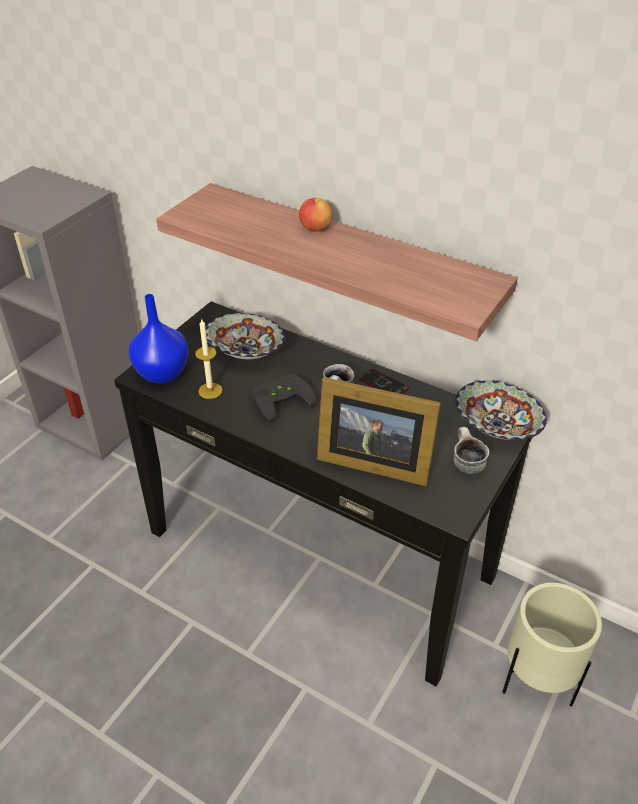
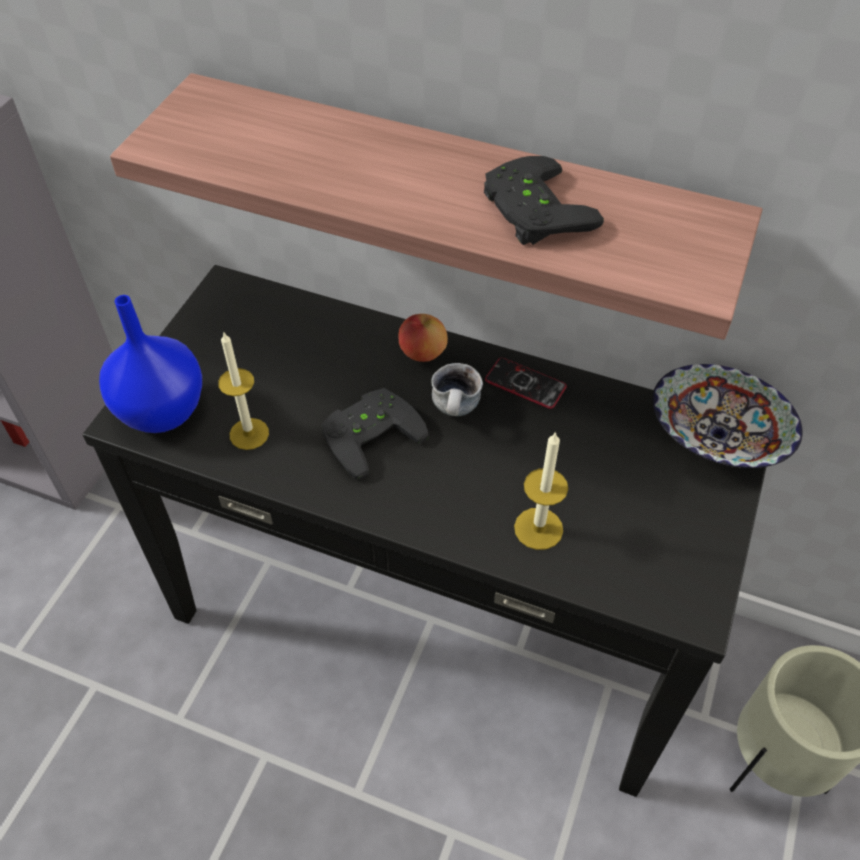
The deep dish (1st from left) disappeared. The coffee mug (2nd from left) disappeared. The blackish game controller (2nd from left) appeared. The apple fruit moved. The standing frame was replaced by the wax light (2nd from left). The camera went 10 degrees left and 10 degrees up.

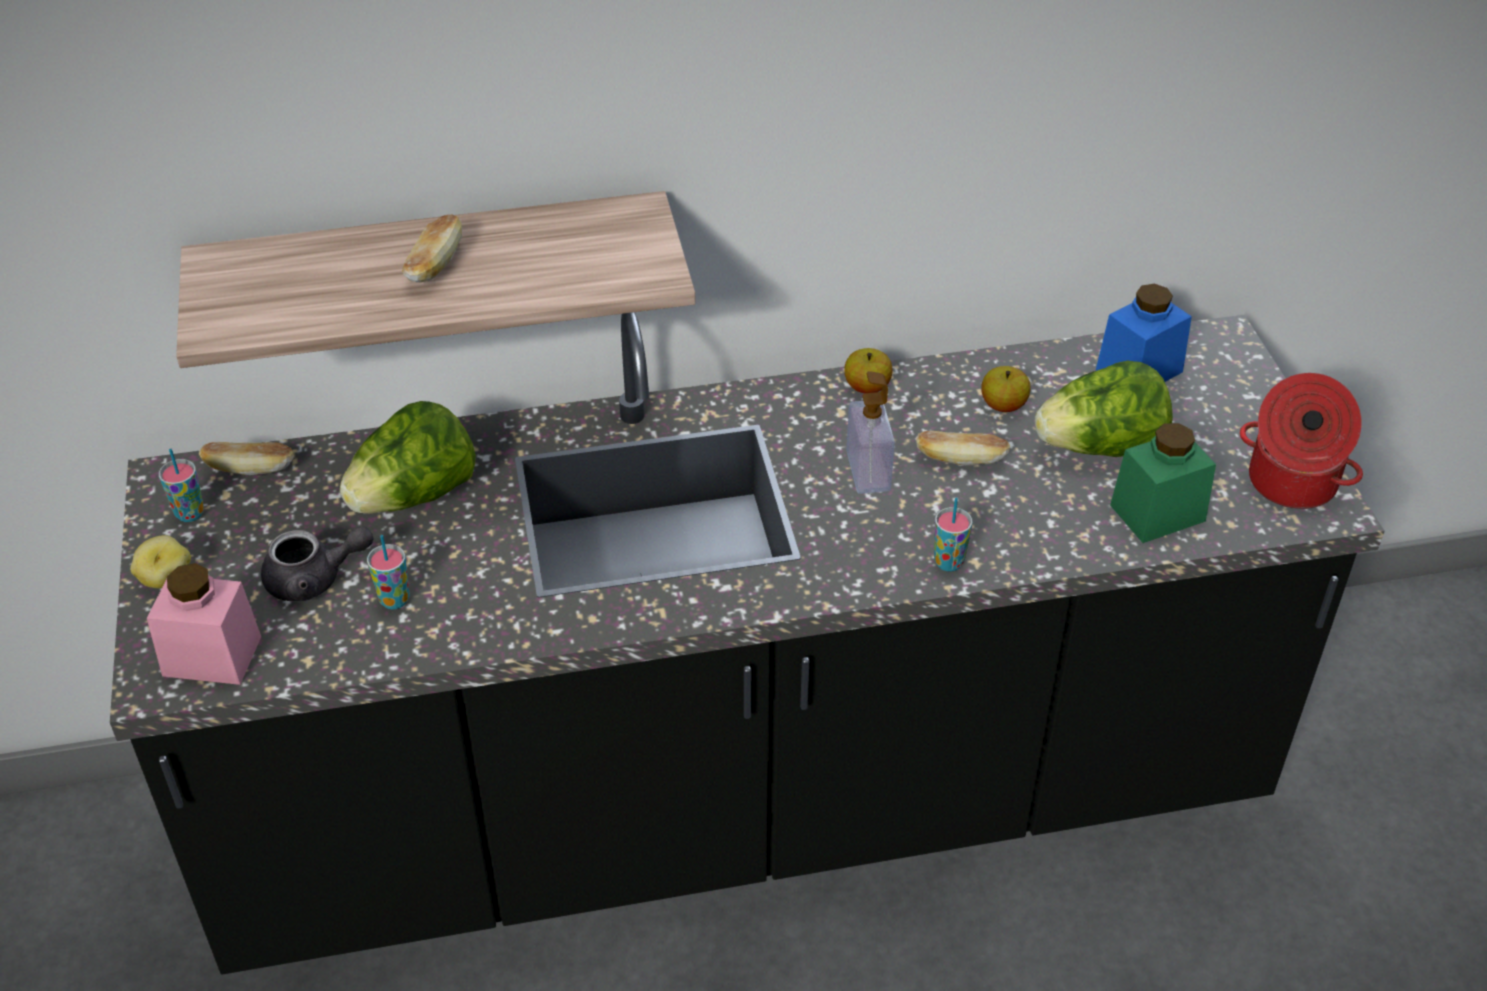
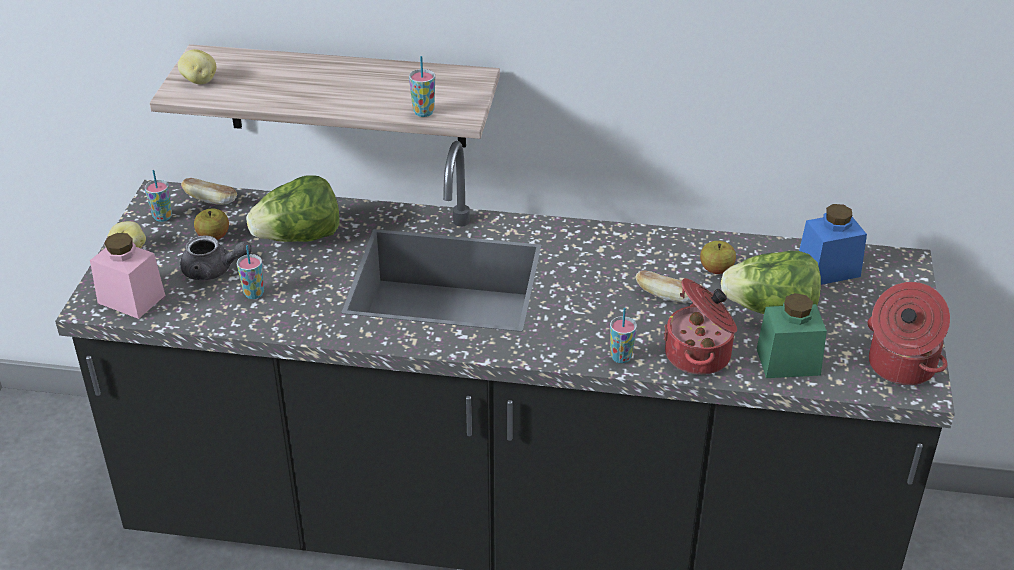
The bread (2nd from left) disappeared. The soap bottle disappeared. The whole potato (2nd from left) appeared. The drinking cup (3rd from left) appeared. The saucepot (1st from left) appeared. The apple fruit (1st from left) moved. The camera went 20 degrees right and 5 degrees down.

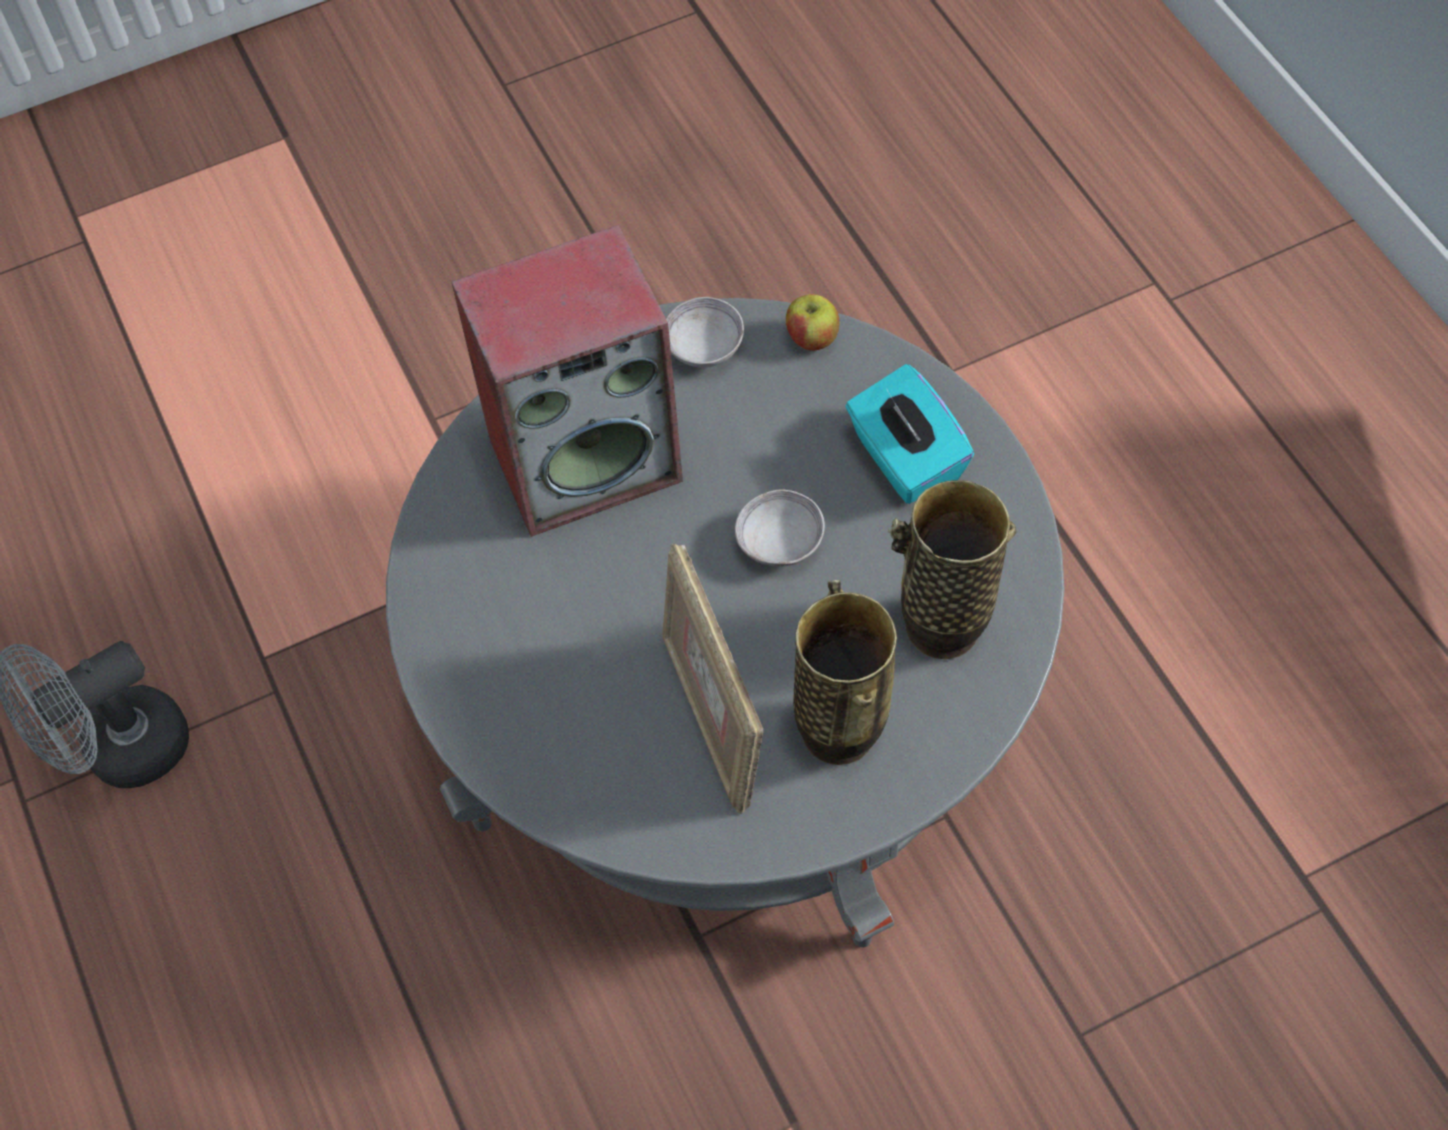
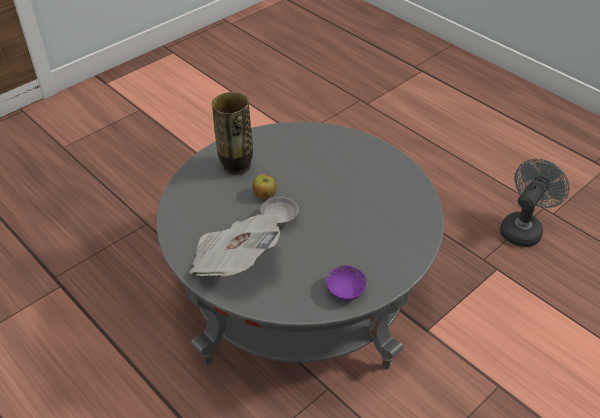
The speaker disappeared. The standing frame disappeared. The vase (2nd from left) disappeared. The apple fruit moved. The turquoise-coloured tissue holder was replaced by the newspaper. The grey deep dish (1st from left) became the purplish deep dish. The camera went 160 degrees right and 15 degrees down.

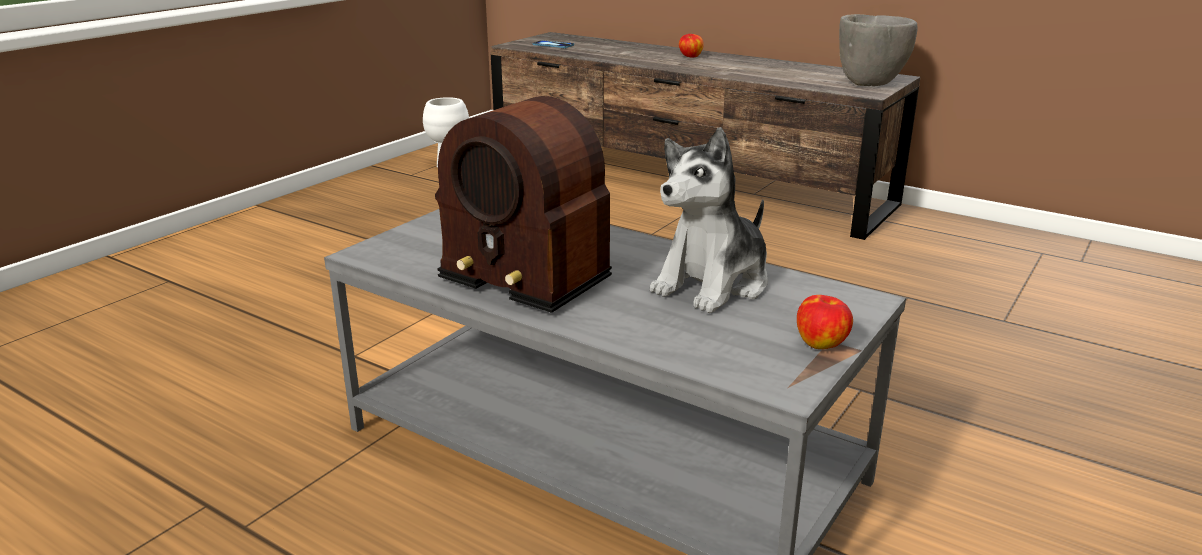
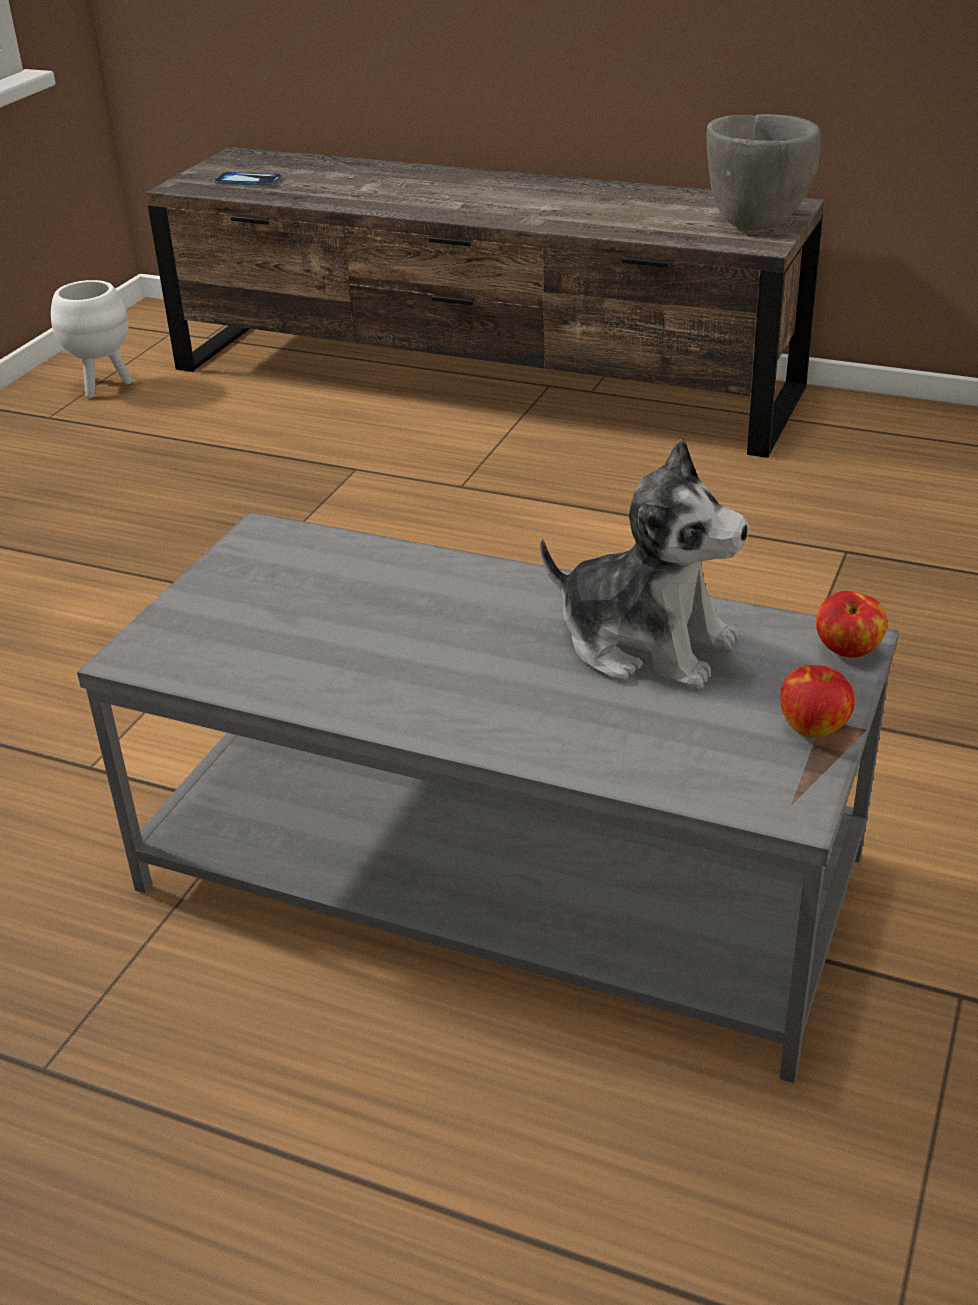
The radio receiver disappeared. The apple fruit (1st from left in the first image) moved. The soft toy turned 90 degrees counterclockwise. The camera went 10 degrees left and 10 degrees up.

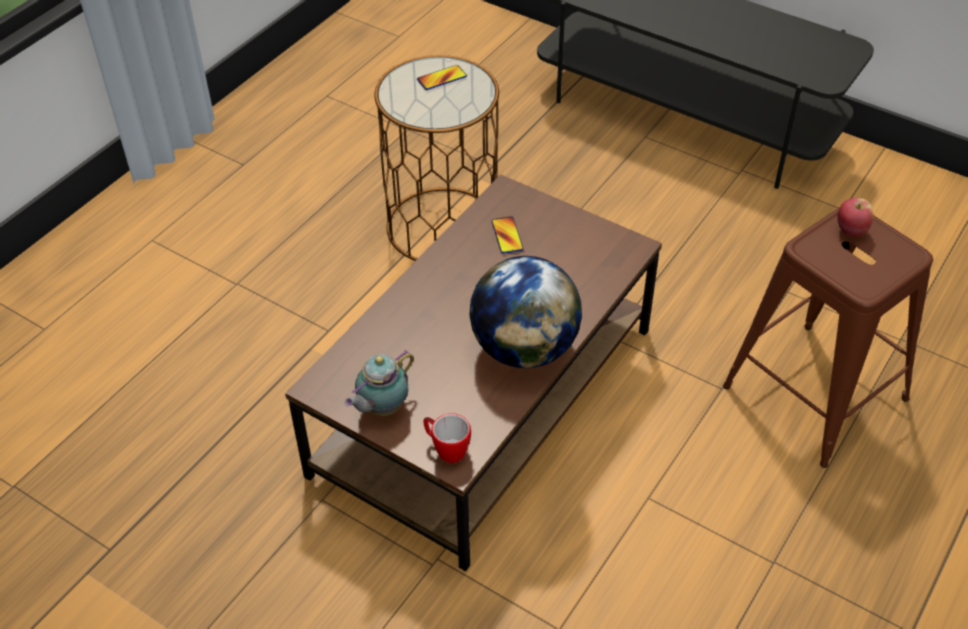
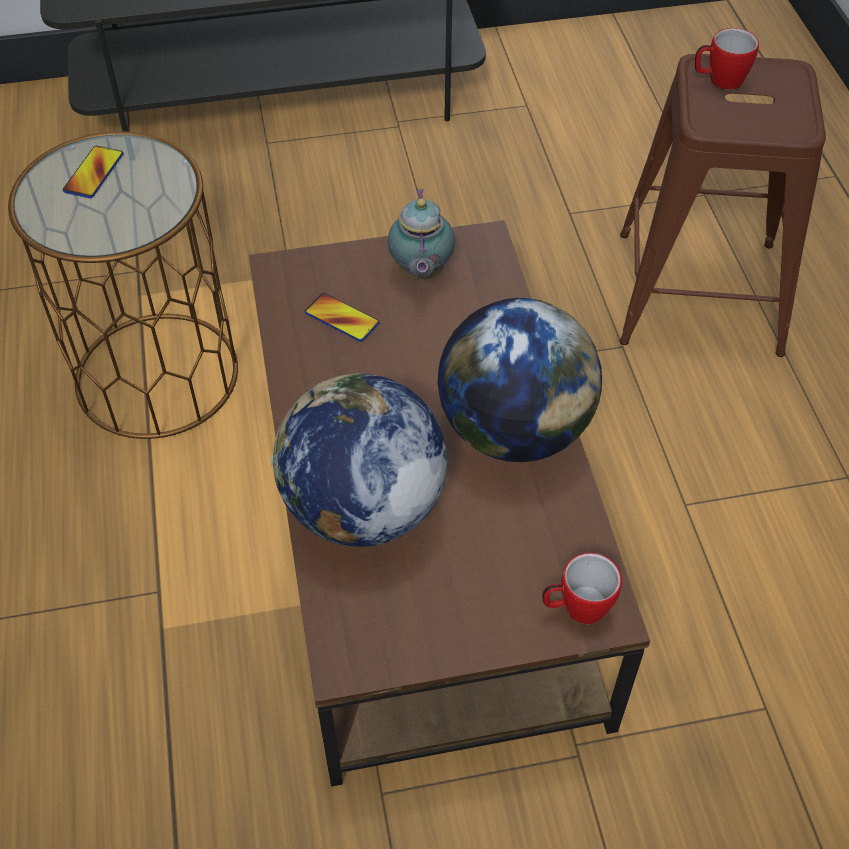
The desk globe (1st from left) appeared. The tea pot moved. The apple fruit was replaced by the coffee mug (2nd from left). The camera went 45 degrees left and 5 degrees up.

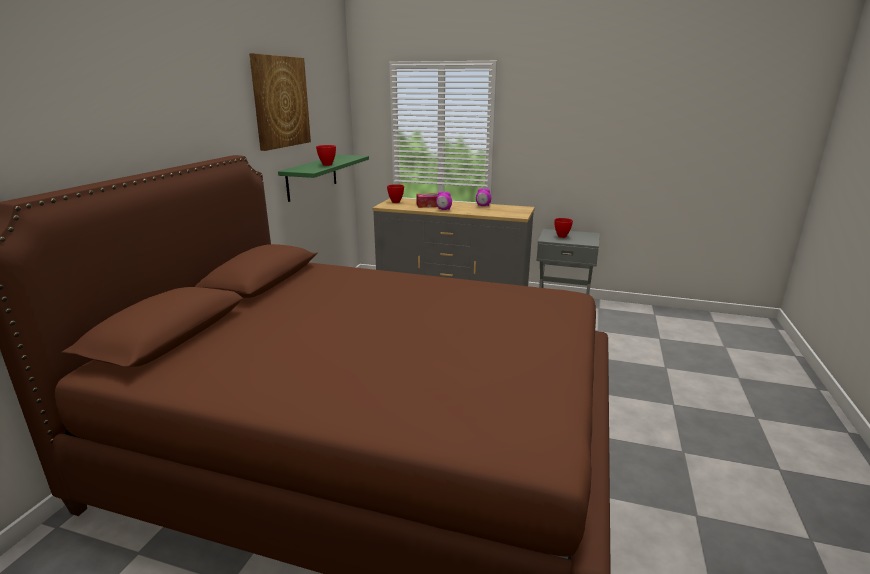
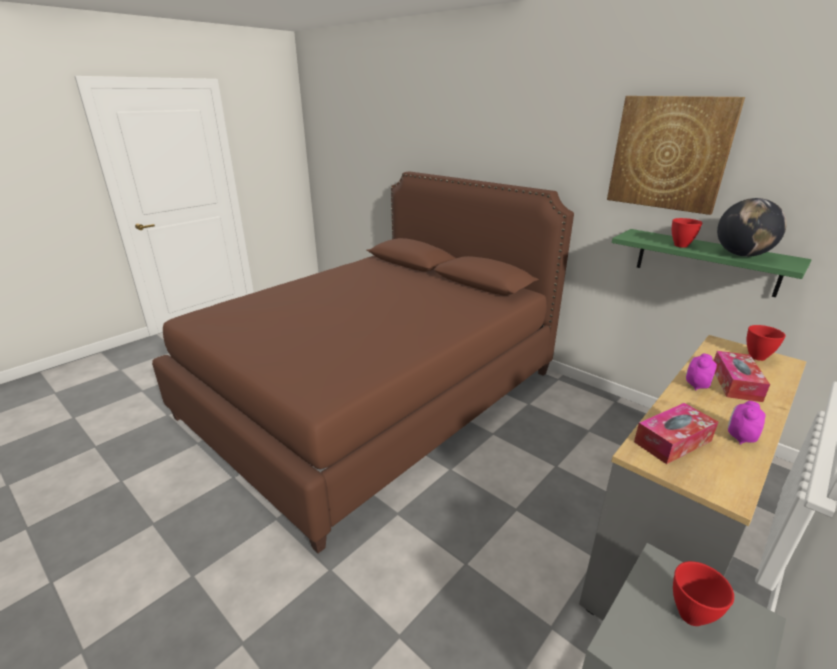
The tissue holder (1st from left) appeared. The desk globe appeared. The camera went 115 degrees right and 5 degrees up.

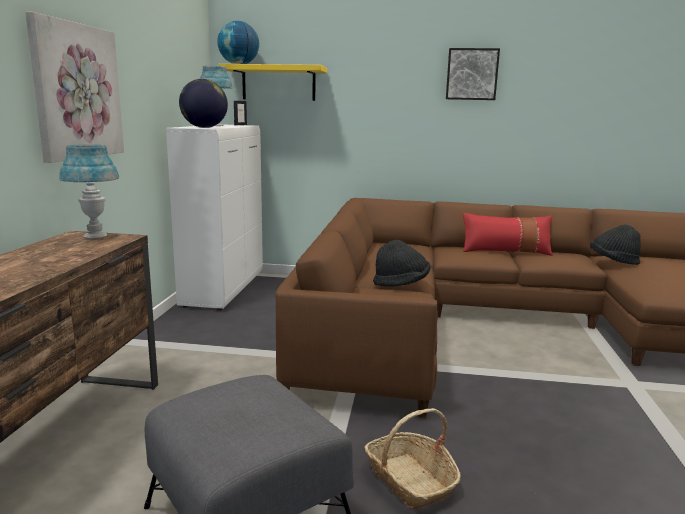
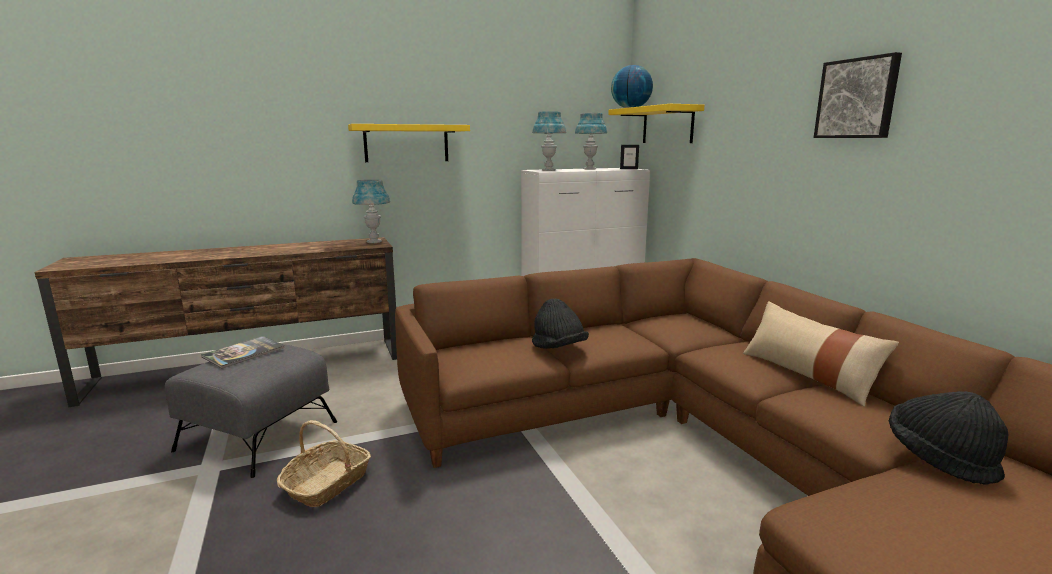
The volume appeared. The wall art (1st from left) was replaced by the yellow bracket shelf (1st from left). The desk globe (1st from left) was replaced by the blue table lamp (2nd from left). The reddish pillow became the beige-coloured pillow. The camera went 60 degrees right and 0 degrees up.

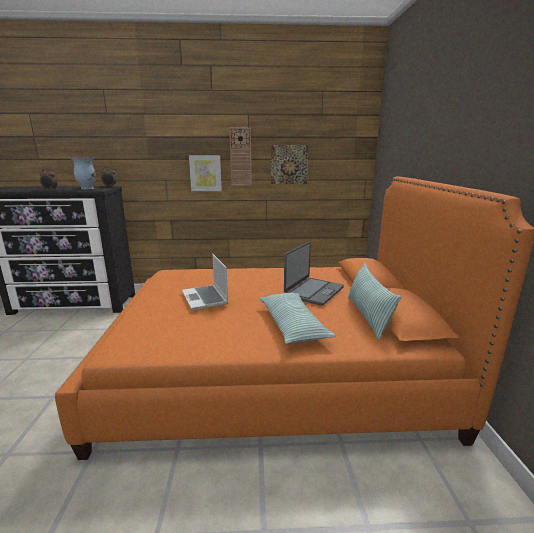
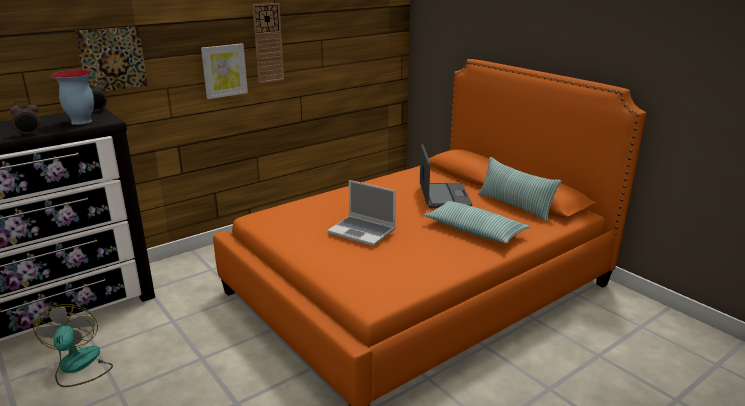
The electric fan appeared. The wall art (2nd from left in the first image) moved. The camera went 35 degrees left and 5 degrees up.

